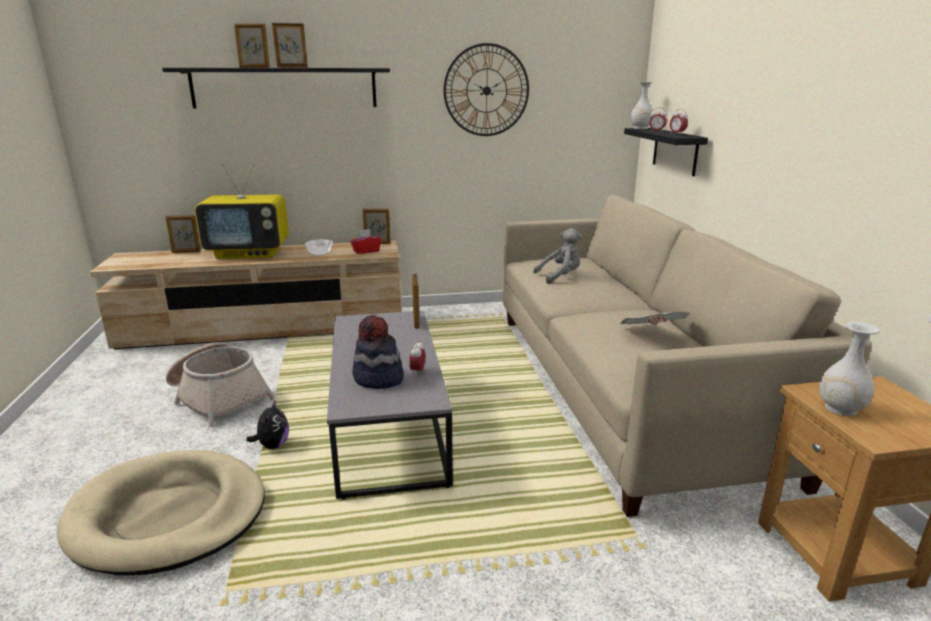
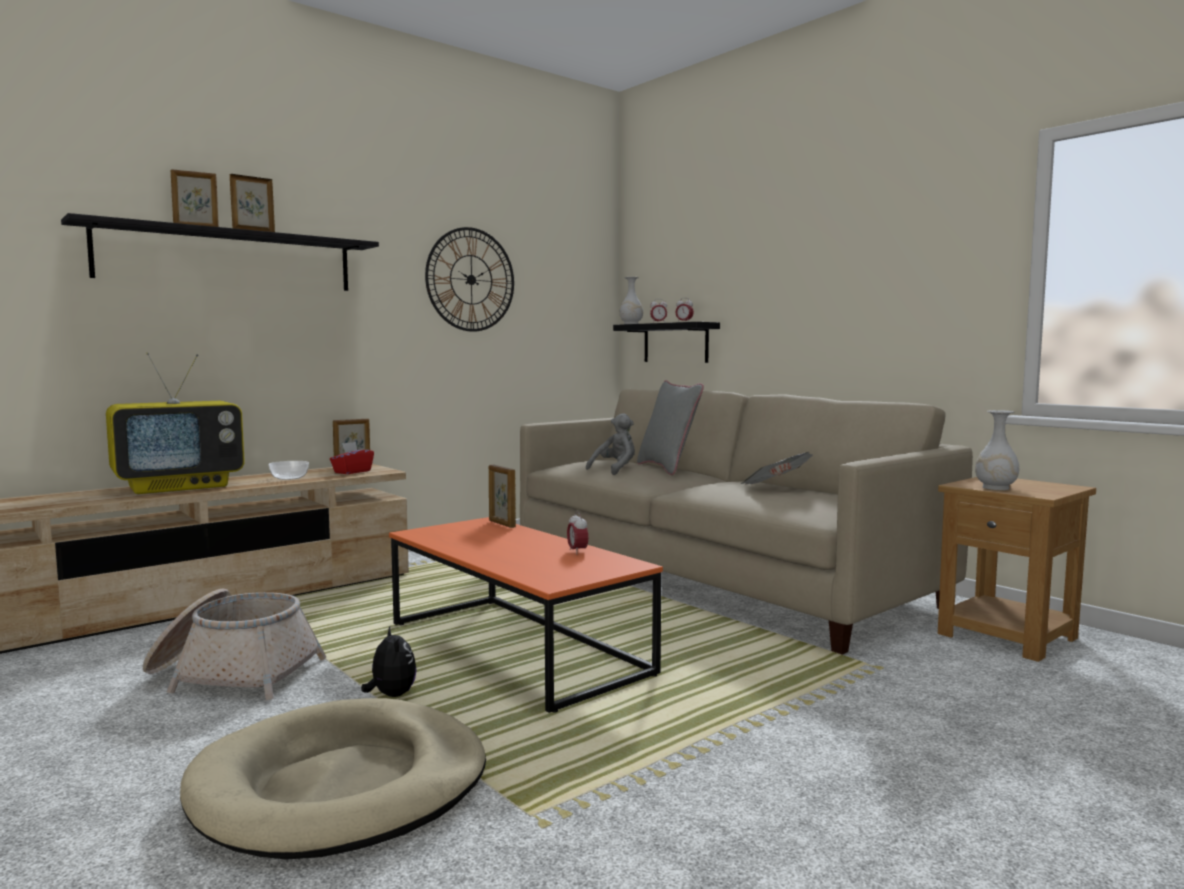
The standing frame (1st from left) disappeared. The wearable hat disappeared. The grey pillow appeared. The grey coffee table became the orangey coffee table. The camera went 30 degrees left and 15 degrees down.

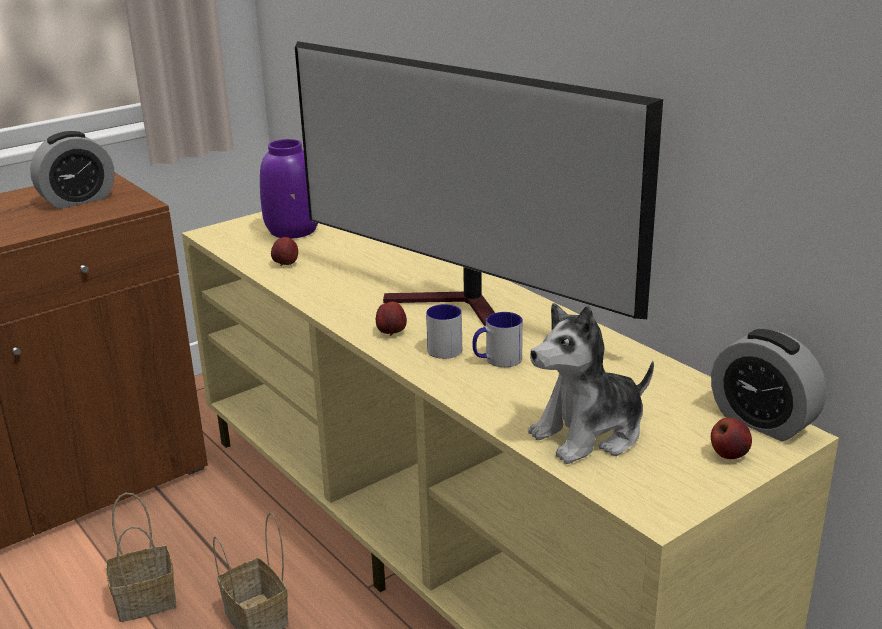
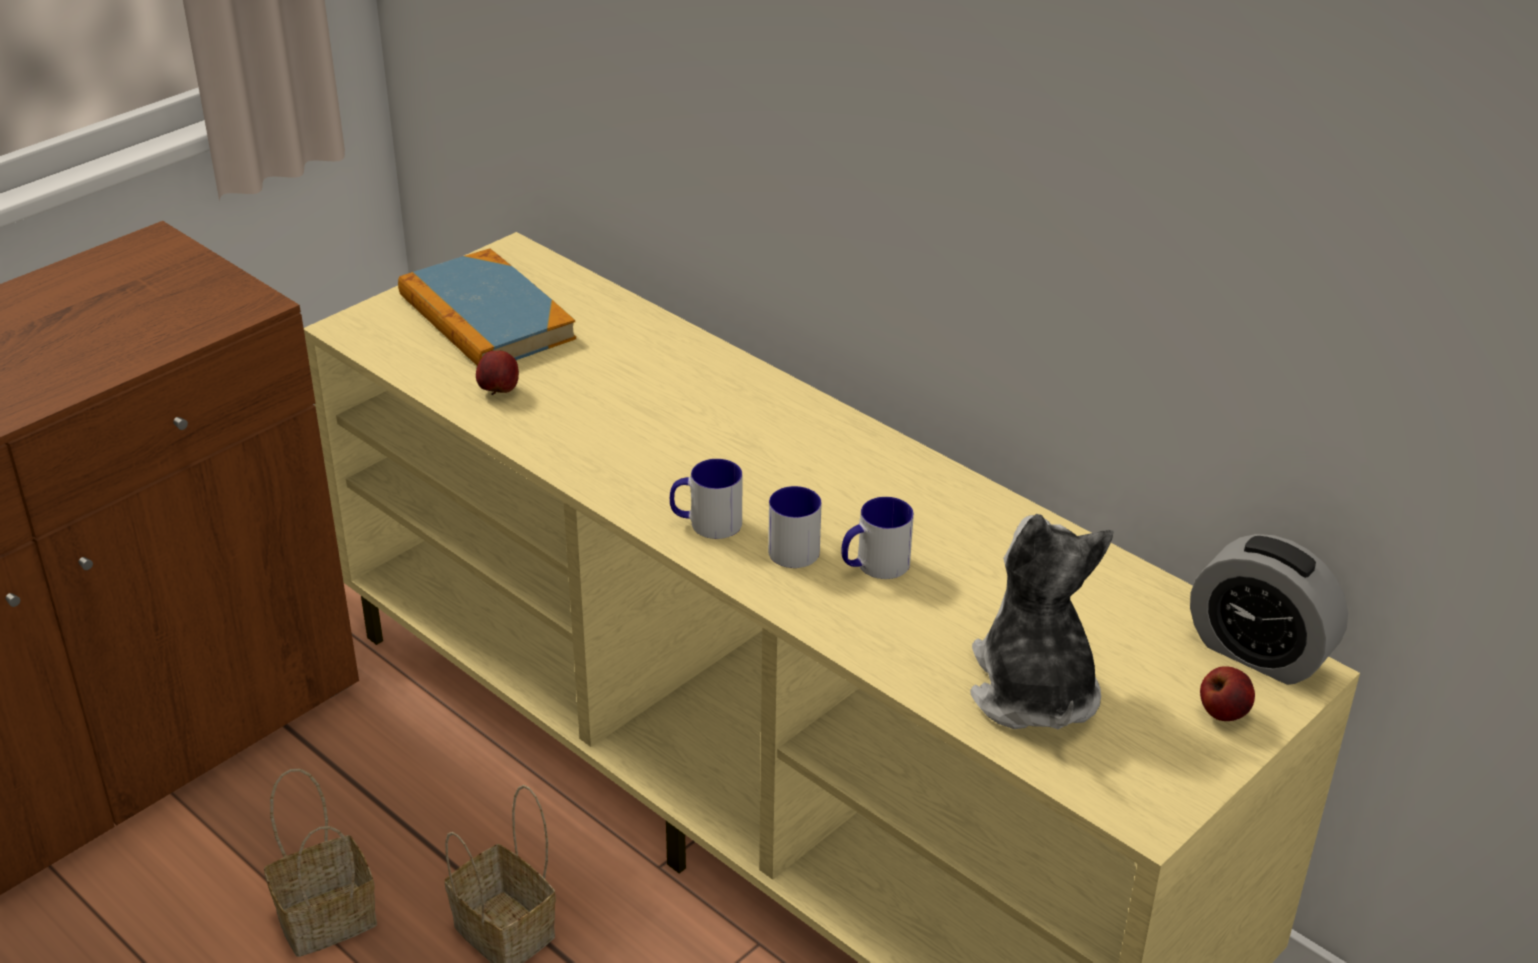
The table clock (1st from left) disappeared. The TV set disappeared. The purplish vase was replaced by the volume. The apple fruit (2nd from left) was replaced by the coffee mug (1st from left). The soft toy turned 120 degrees clockwise. The camera went 10 degrees left and 10 degrees up.

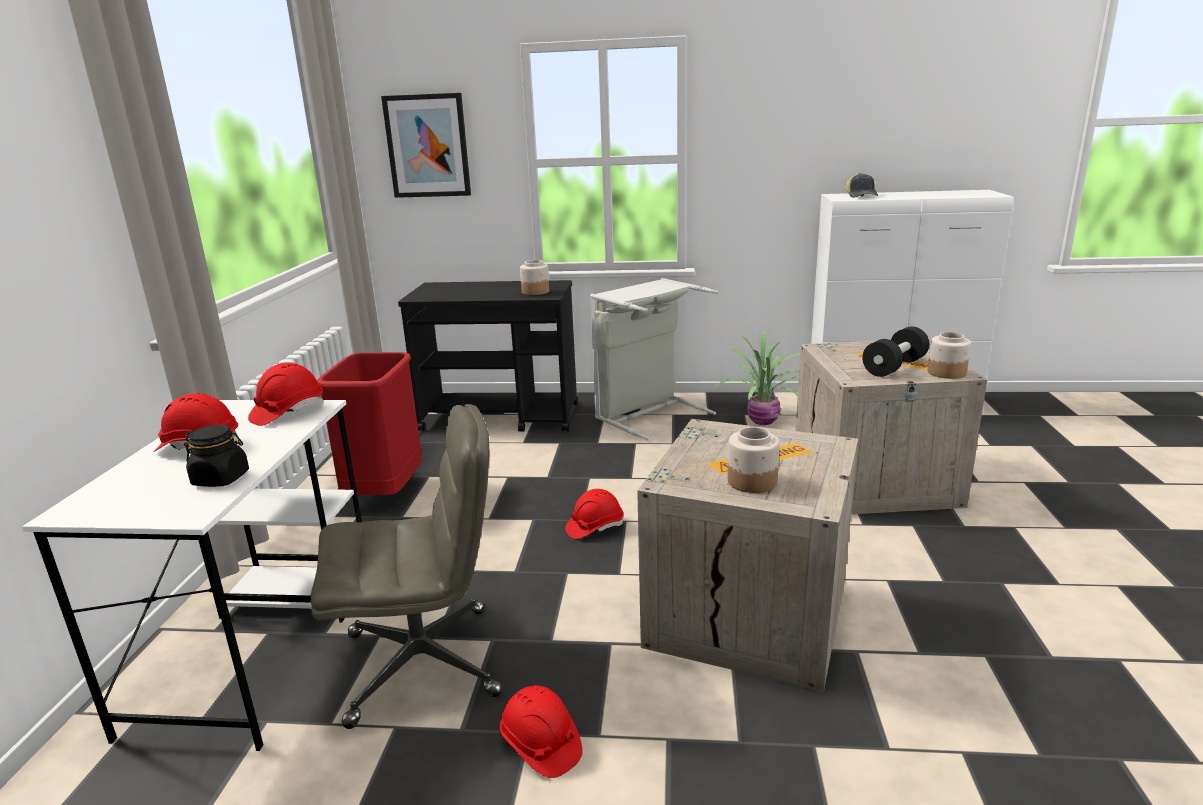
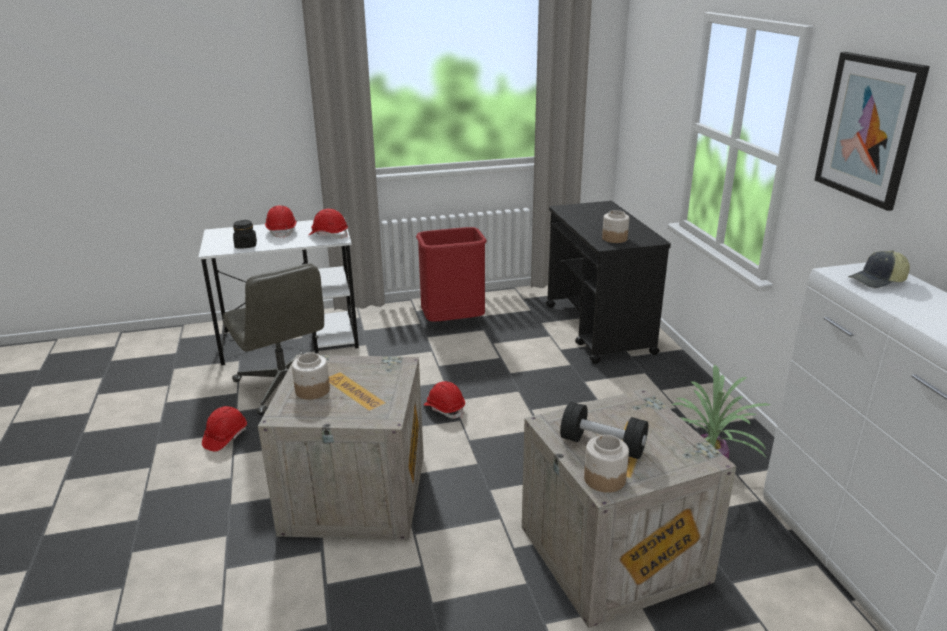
The grey hamper disappeared. The wall art moved. The camera went 70 degrees right and 5 degrees up.

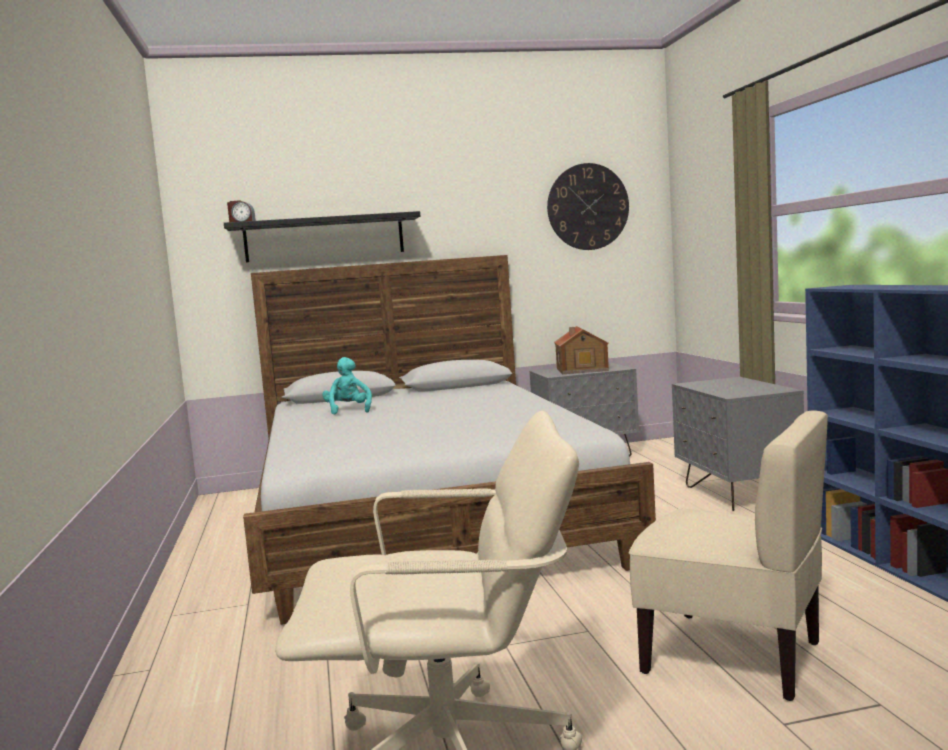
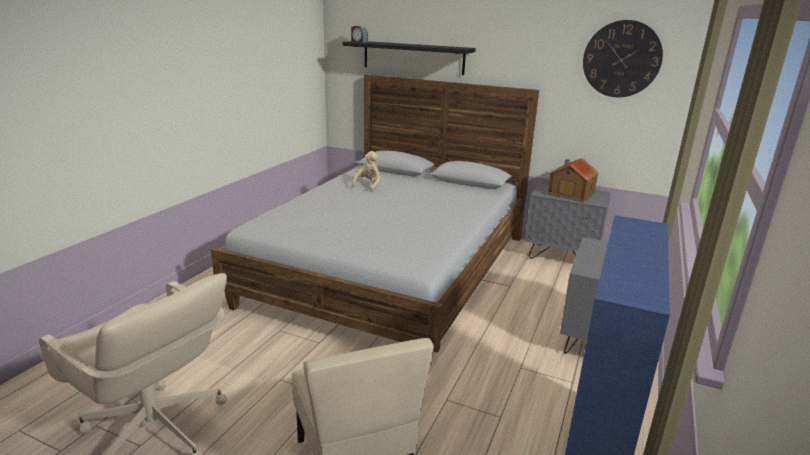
The turquoise-coloured soft toy became the beige-coloured soft toy. The camera went 35 degrees right and 15 degrees up.

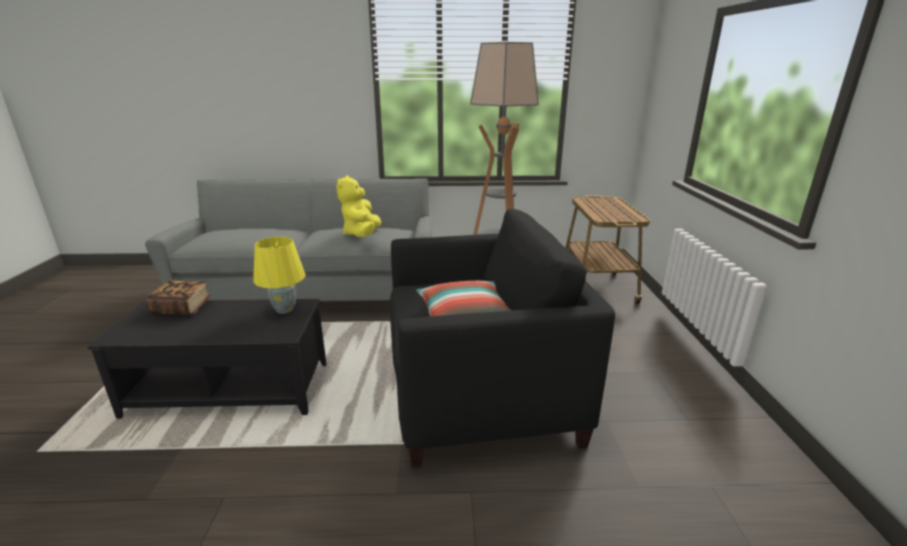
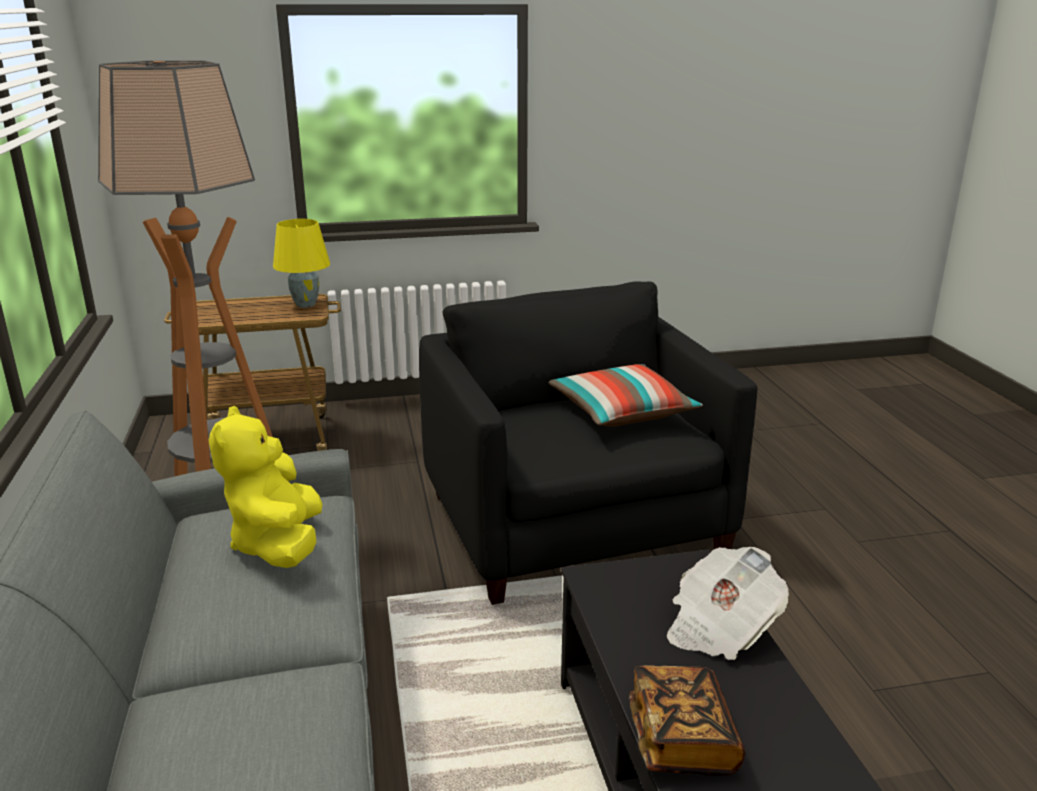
The newspaper appeared. The yellow table lamp moved. The yellow soft toy turned 90 degrees clockwise. The camera went 100 degrees left and 0 degrees up.

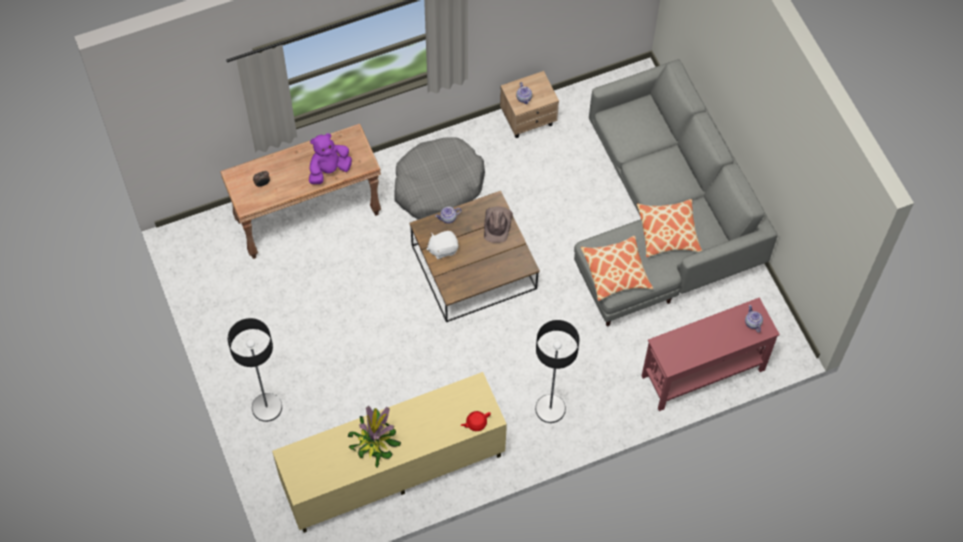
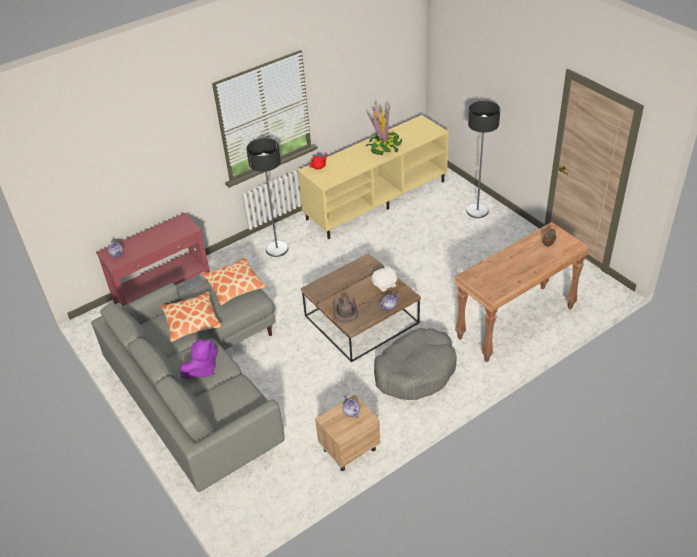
The purplish soft toy moved. The camera went 170 degrees right and 20 degrees down.

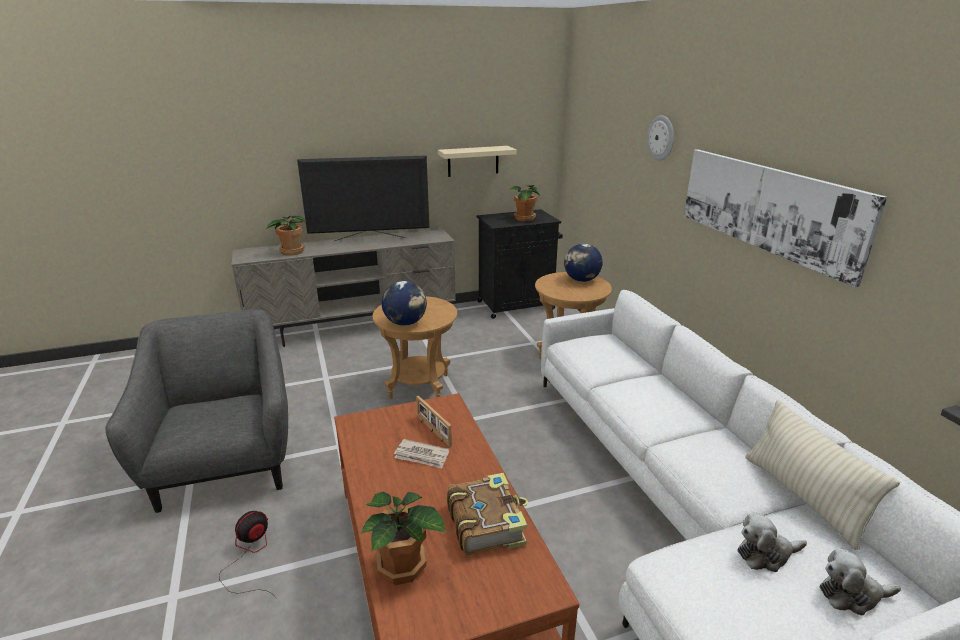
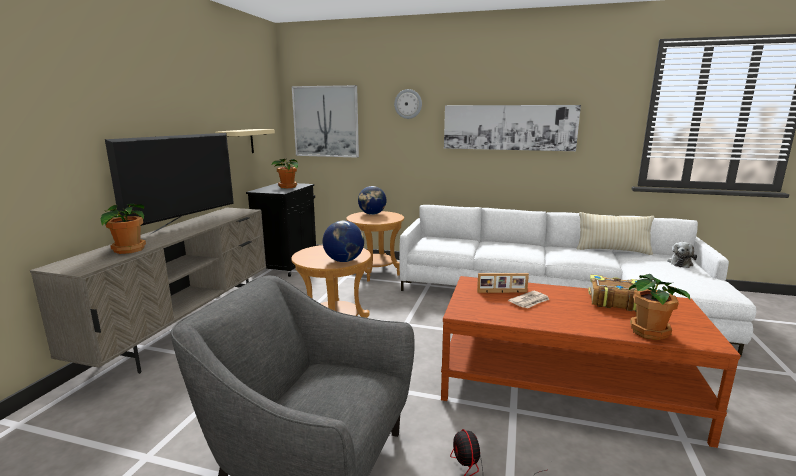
The soft toy (1st from left) disappeared. The wall art (1st from left) appeared. The camera went 55 degrees left and 10 degrees down.

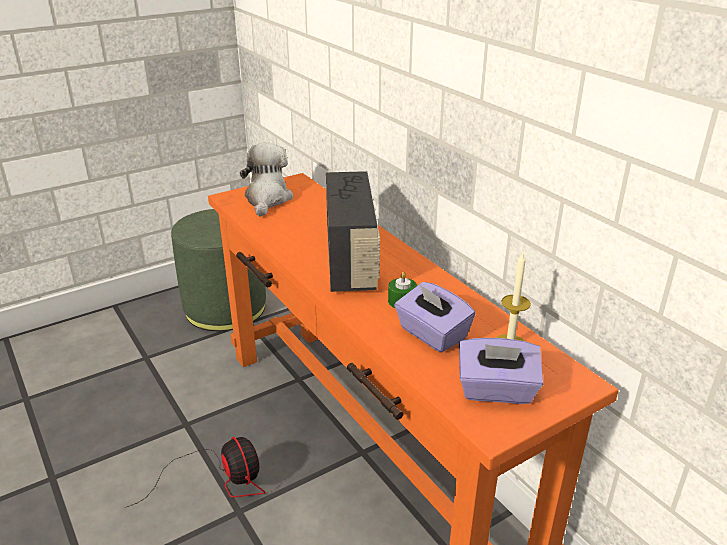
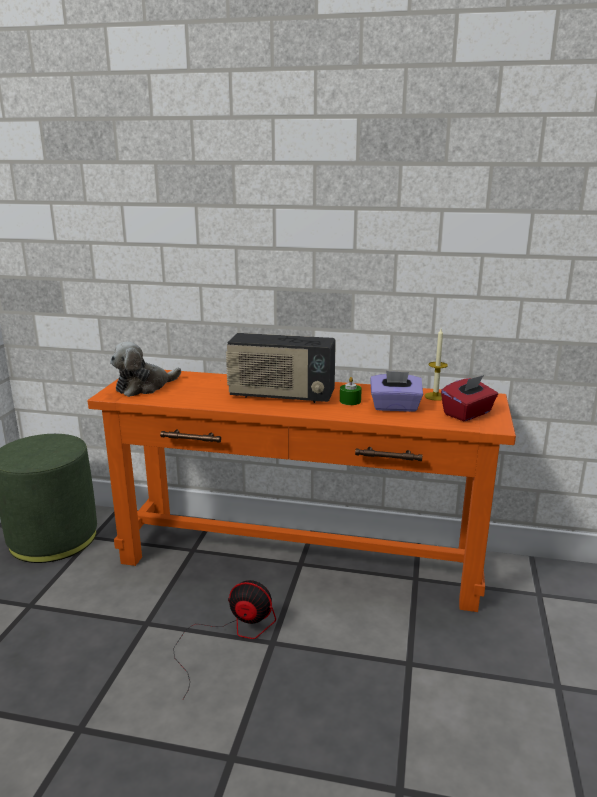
The purplish tissue holder (2nd from left) became the reddish tissue holder. The soft toy turned 90 degrees counterclockwise. The radio receiver turned 150 degrees clockwise. The camera went 45 degrees left and 10 degrees down.

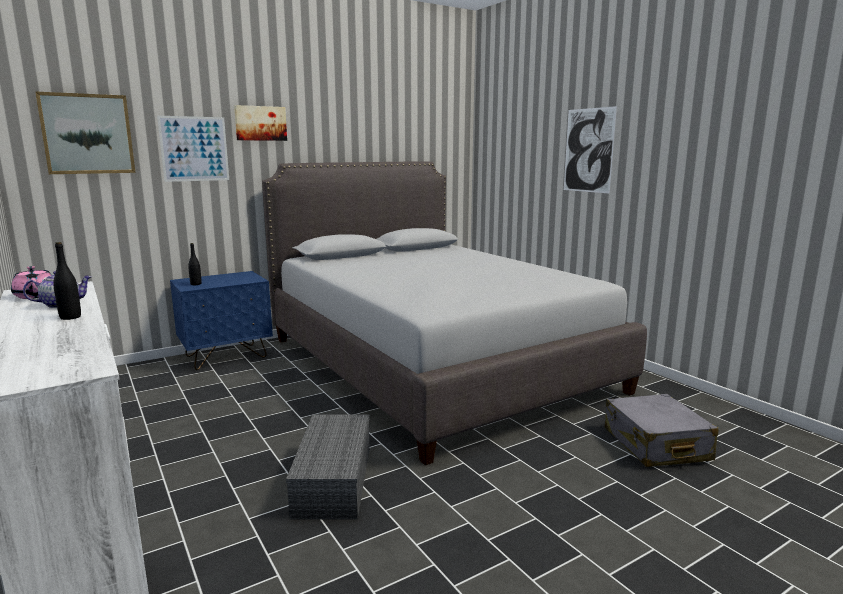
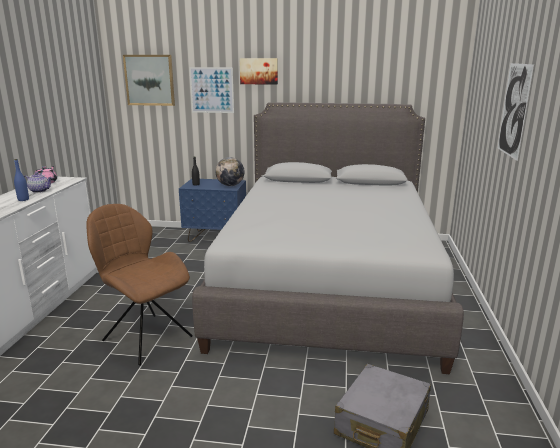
The desk globe appeared. The grey storage container was replaced by the brownish upright chair. The blackish beverage bottle (1st from left) became the blue beverage bottle. The camera went 40 degrees right and 5 degrees up.

